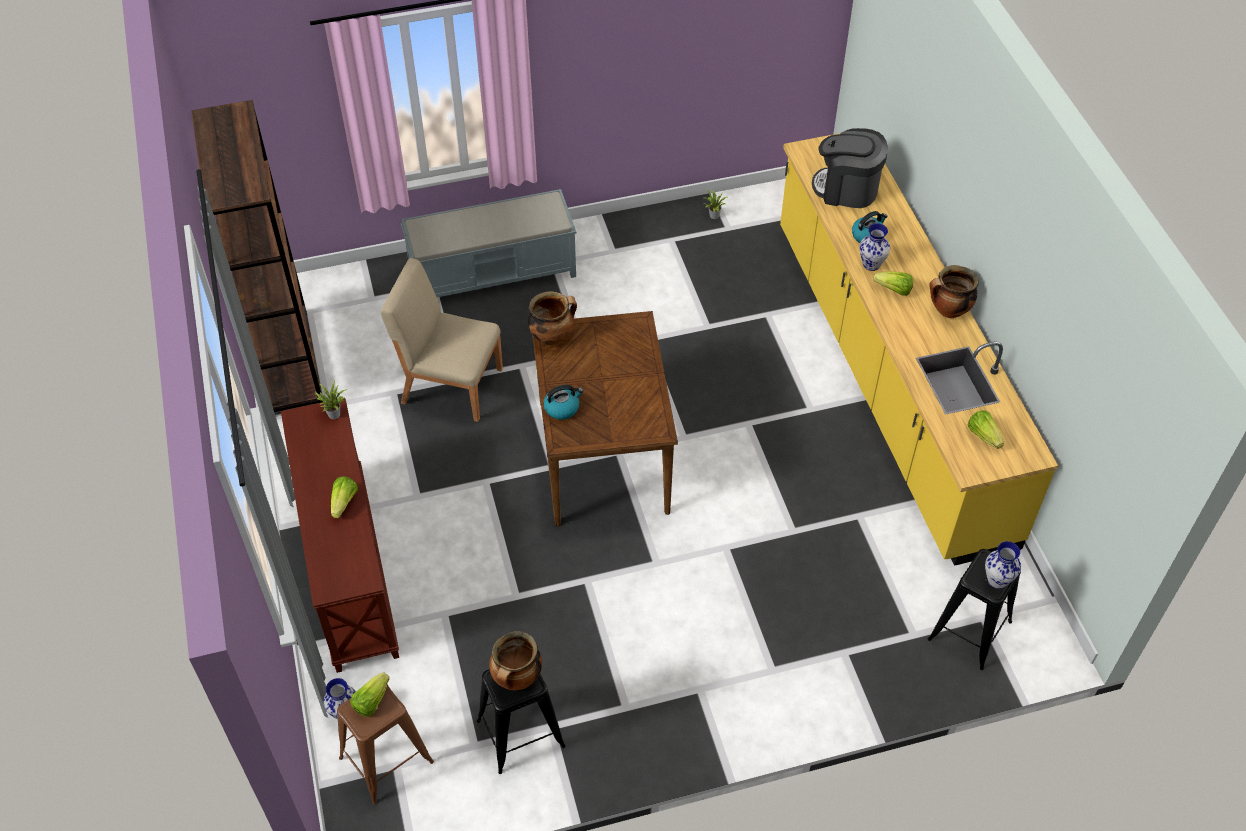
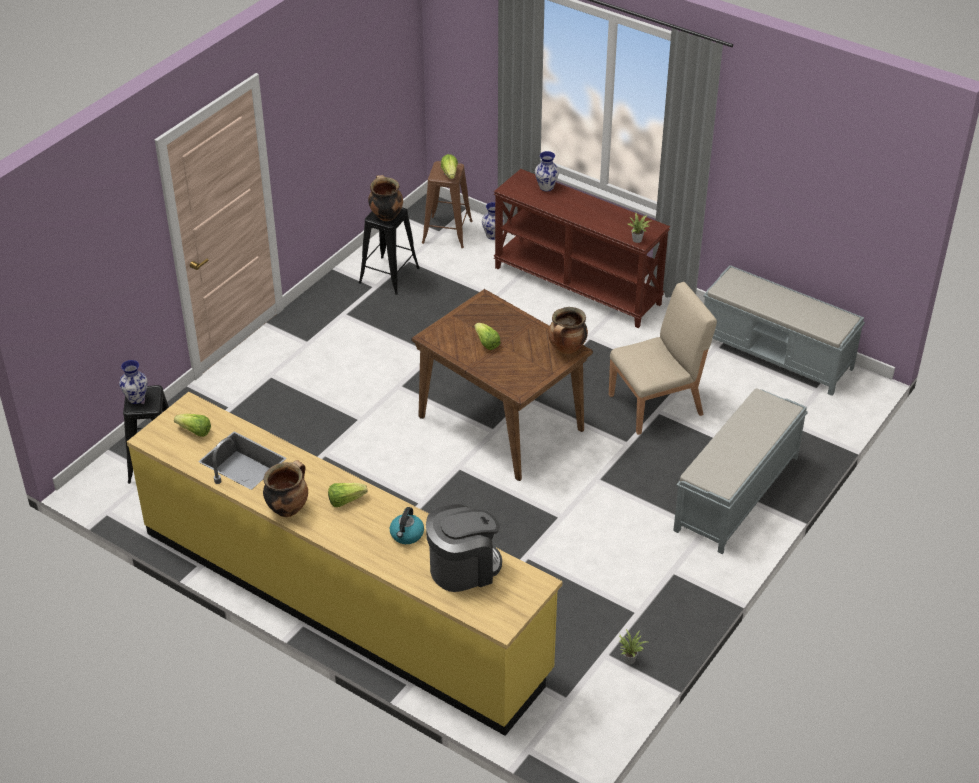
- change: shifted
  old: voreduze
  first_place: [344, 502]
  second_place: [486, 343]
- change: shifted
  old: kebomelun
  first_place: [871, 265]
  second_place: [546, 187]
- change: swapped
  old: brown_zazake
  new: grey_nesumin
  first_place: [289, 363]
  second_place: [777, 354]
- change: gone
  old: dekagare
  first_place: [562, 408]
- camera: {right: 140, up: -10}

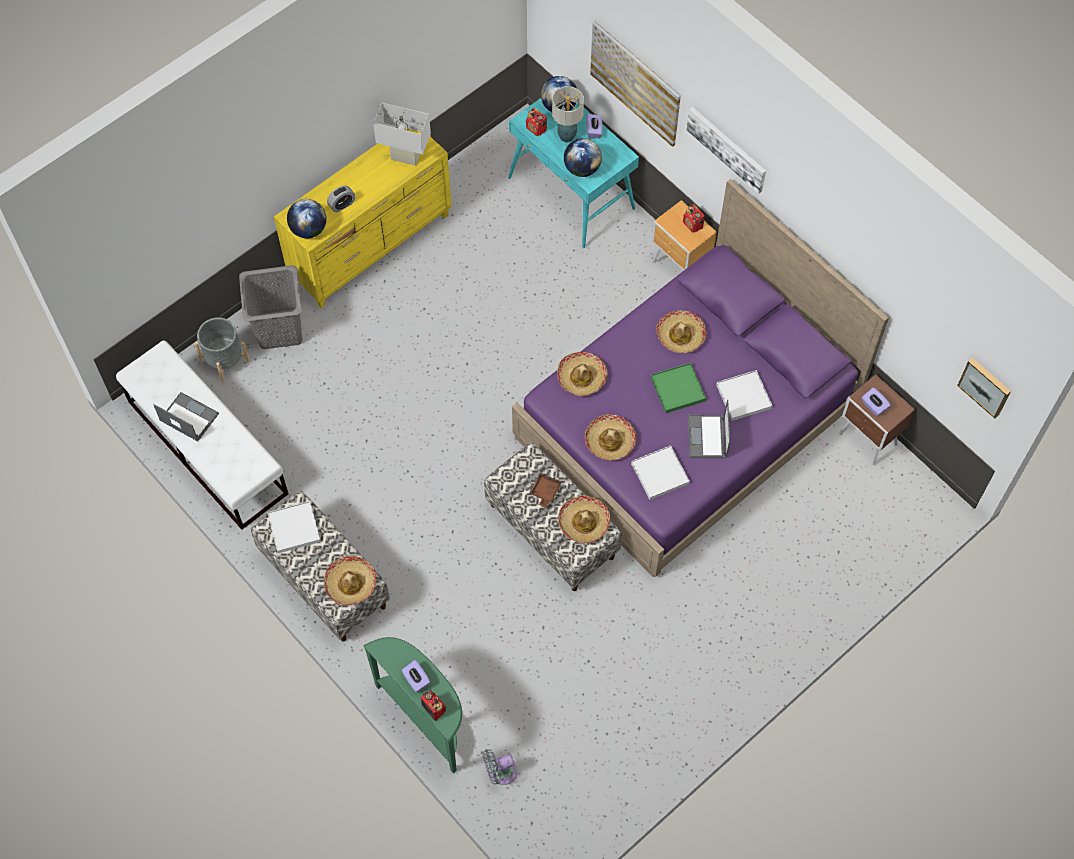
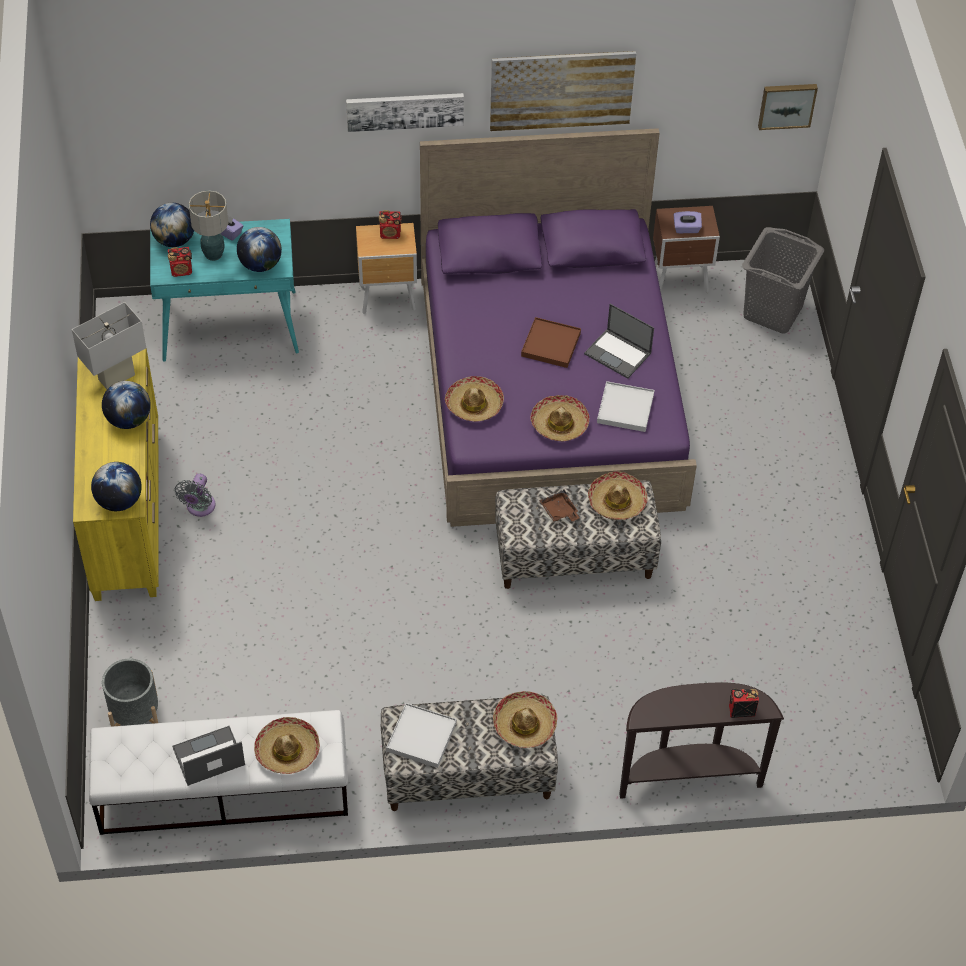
- change: new
  new: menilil
  second_place: [129, 420]
- change: shifted
  old: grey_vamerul
  first_place: [500, 772]
  second_place: [199, 507]
- change: shifted
  old: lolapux
  first_place: [680, 335]
  second_place: [287, 750]
- change: shifted
  old: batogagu
  first_place: [635, 83]
  second_place: [561, 90]
- change: repainted
  old: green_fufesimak
  new: brown_fufesimak
  first_place: [677, 389]
  second_place: [551, 345]
- change: repainted
  old: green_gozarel
  new: brown_gozarel
  first_place: [426, 718]
  second_place: [688, 776]
- change: shifted
  old: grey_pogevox
  first_place: [280, 329]
  second_place: [773, 311]
- change: gone
  old: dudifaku
  first_place: [342, 205]
- change: gone
  old: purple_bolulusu
  first_place: [416, 680]
- change: gone
  old: white_fufesimak
  first_place: [743, 396]
- camera: {right: -55, up: -10}

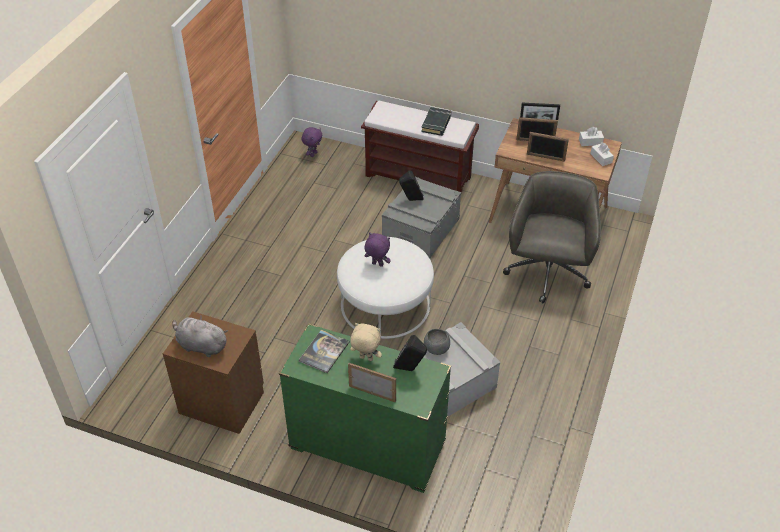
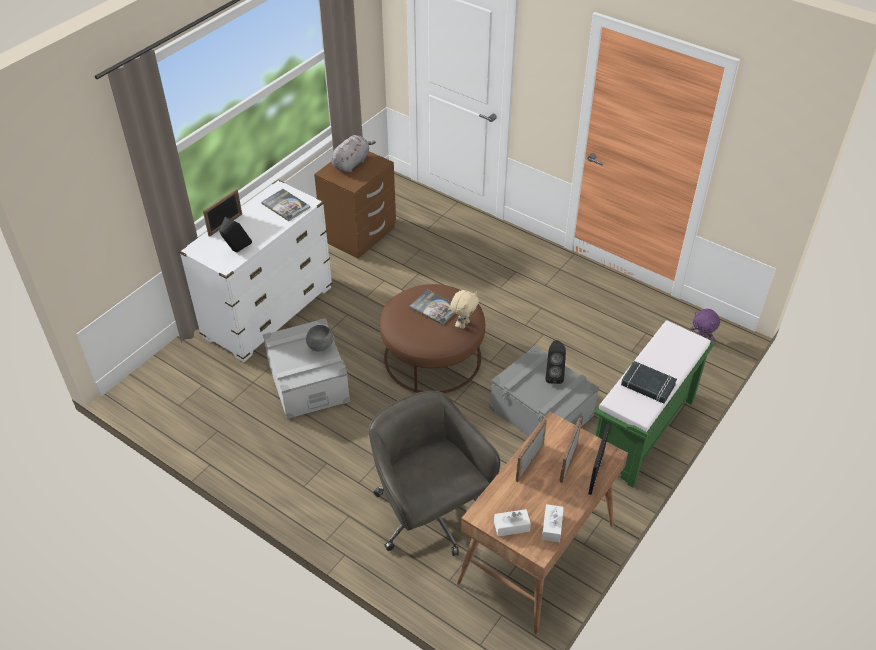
- change: repainted
  old: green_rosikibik
  new: white_rosikibik
  first_place: [367, 446]
  second_place: [268, 312]
- change: rotated
  old: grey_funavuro
  first_place: [547, 274]
  second_place: [428, 516]
  degrees: -150
- change: repainted
  old: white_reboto
  new: brown_reboto
  first_place: [385, 304]
  second_place: [432, 357]
- change: swapped
  old: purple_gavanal
  new: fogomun
  first_place: [377, 264]
  second_place: [434, 308]
- change: shifted
  old: beige_gavanal
  first_place: [365, 359]
  second_place: [463, 324]
- change: repainted
  old: brown_nesumin
  new: green_nesumin
  first_place: [419, 176]
  second_place: [642, 433]
- camera: {right: 105, up: 0}

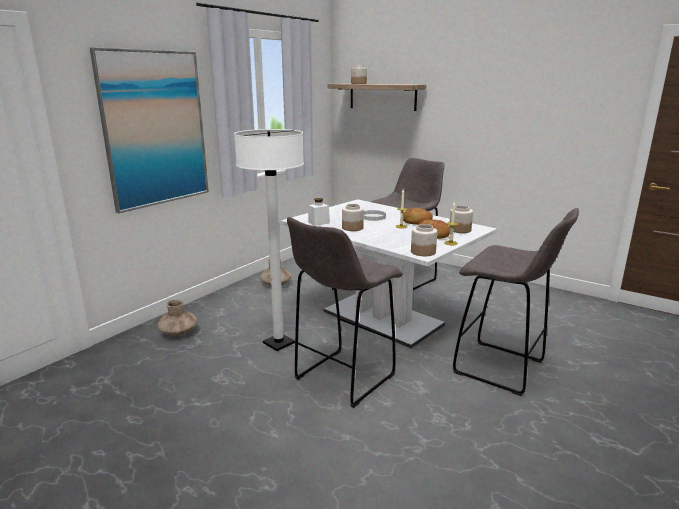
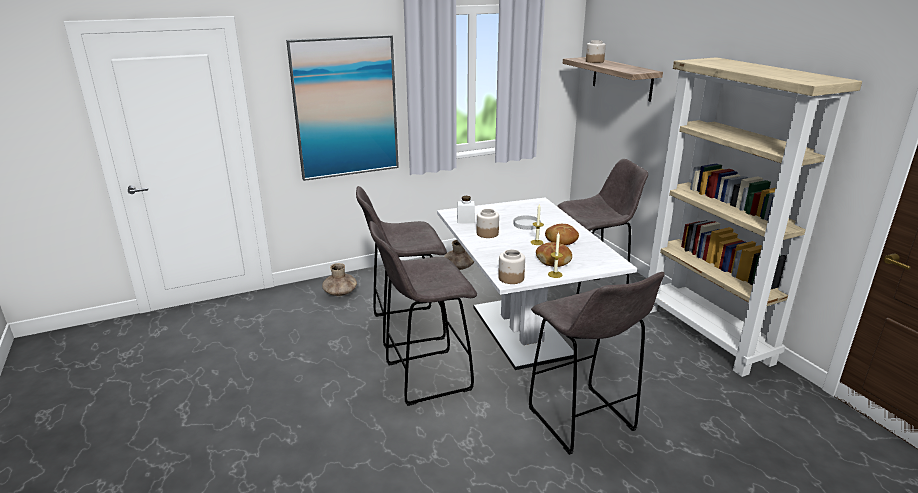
- change: swapped
  old: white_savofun
  new: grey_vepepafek
  first_place: [278, 343]
  second_place: [405, 327]
- change: new
  new: beige_zazake
  second_place: [706, 334]
- change: gone
  old: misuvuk
  first_place: [459, 230]
- camera: {right: 30, up: 5}

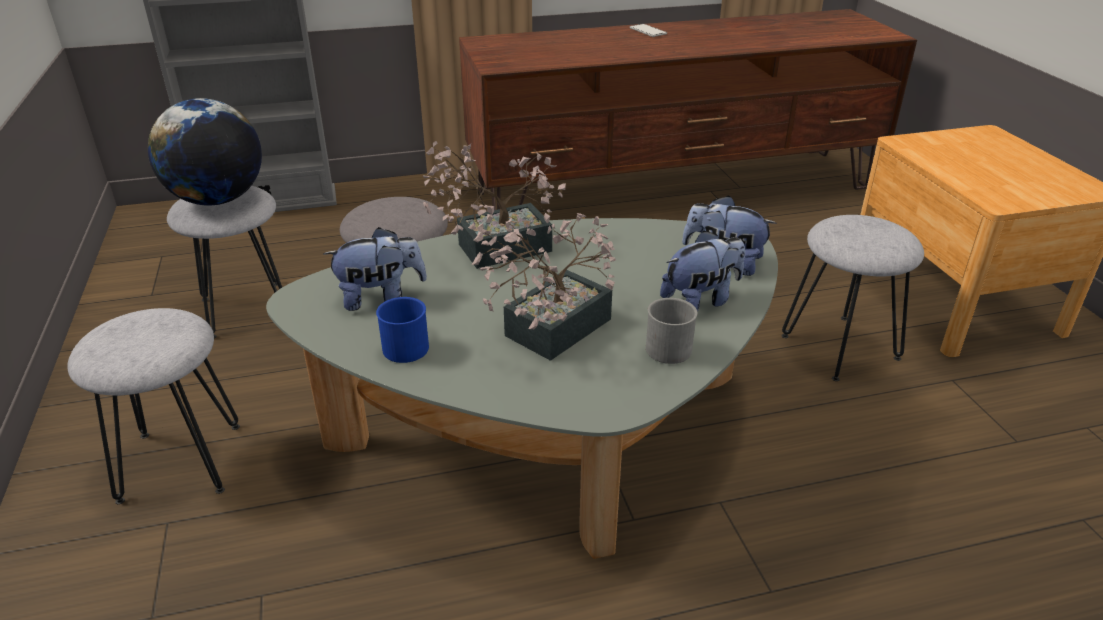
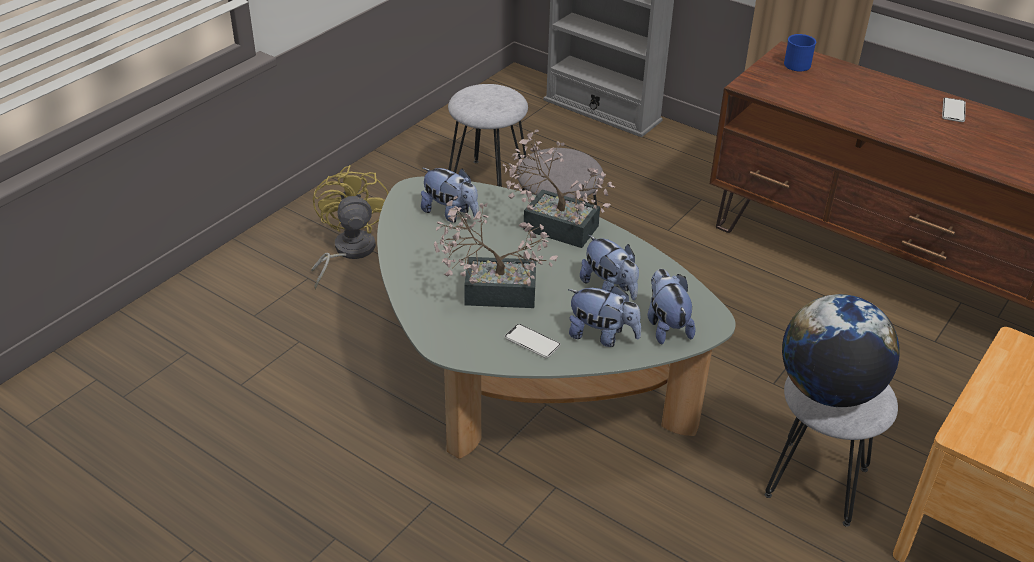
- change: swapped
  old: grey_vepepafek
  new: yellow_vamerul
  first_place: [180, 463]
  second_place: [348, 252]
- change: swapped
  old: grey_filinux
  new: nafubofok
  first_place: [665, 345]
  second_place: [532, 342]
- change: new
  new: gavanal
  second_place: [609, 289]
- change: shifted
  old: menilil
  first_place: [217, 200]
  second_place: [828, 391]
- change: shifted
  old: blue_filinux
  first_place: [405, 344]
  second_place: [799, 63]
- camera: {right: 50, up: 5}

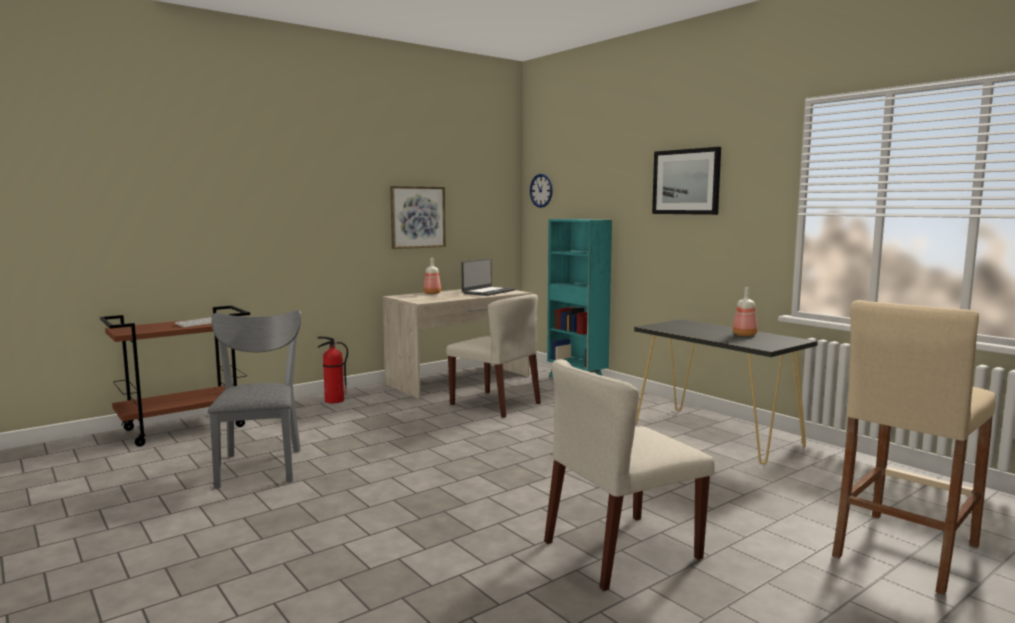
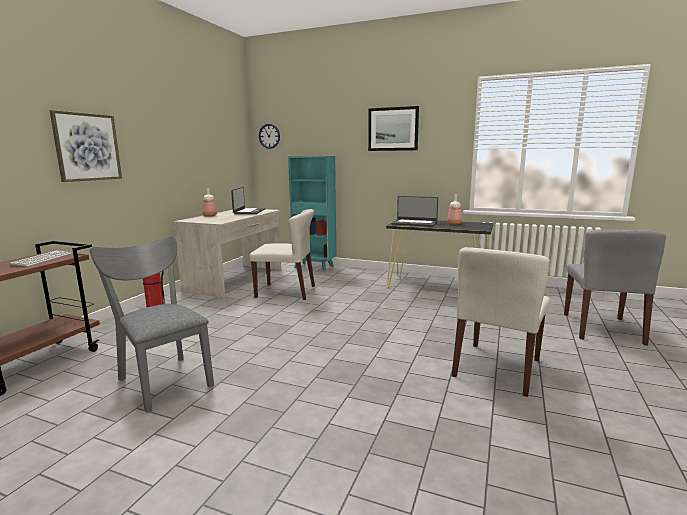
- change: shifted
  old: batogagu
  first_place: [417, 217]
  second_place: [87, 147]
- change: new
  new: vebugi
  second_place: [414, 223]
- change: swapped
  old: beige_vepepafek
  new: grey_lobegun
  first_place: [905, 550]
  second_place: [602, 328]
- camera: {right: -30, up: 5}

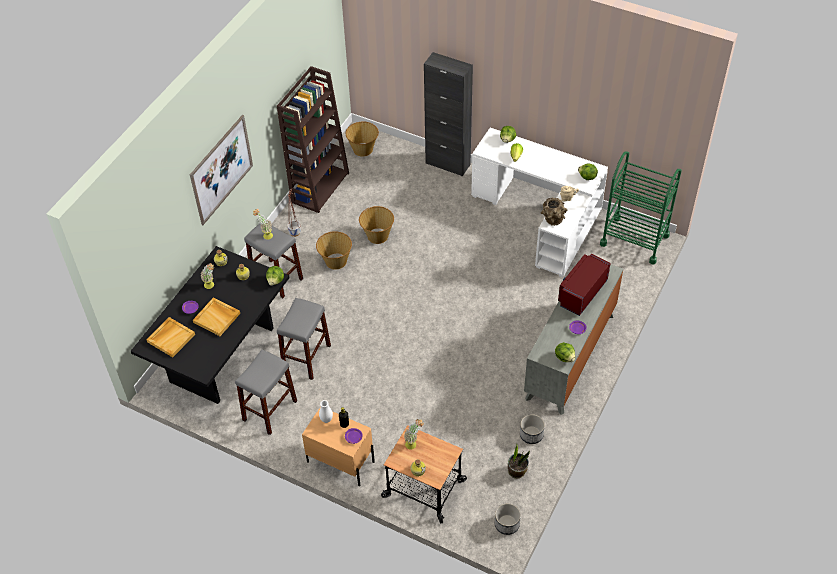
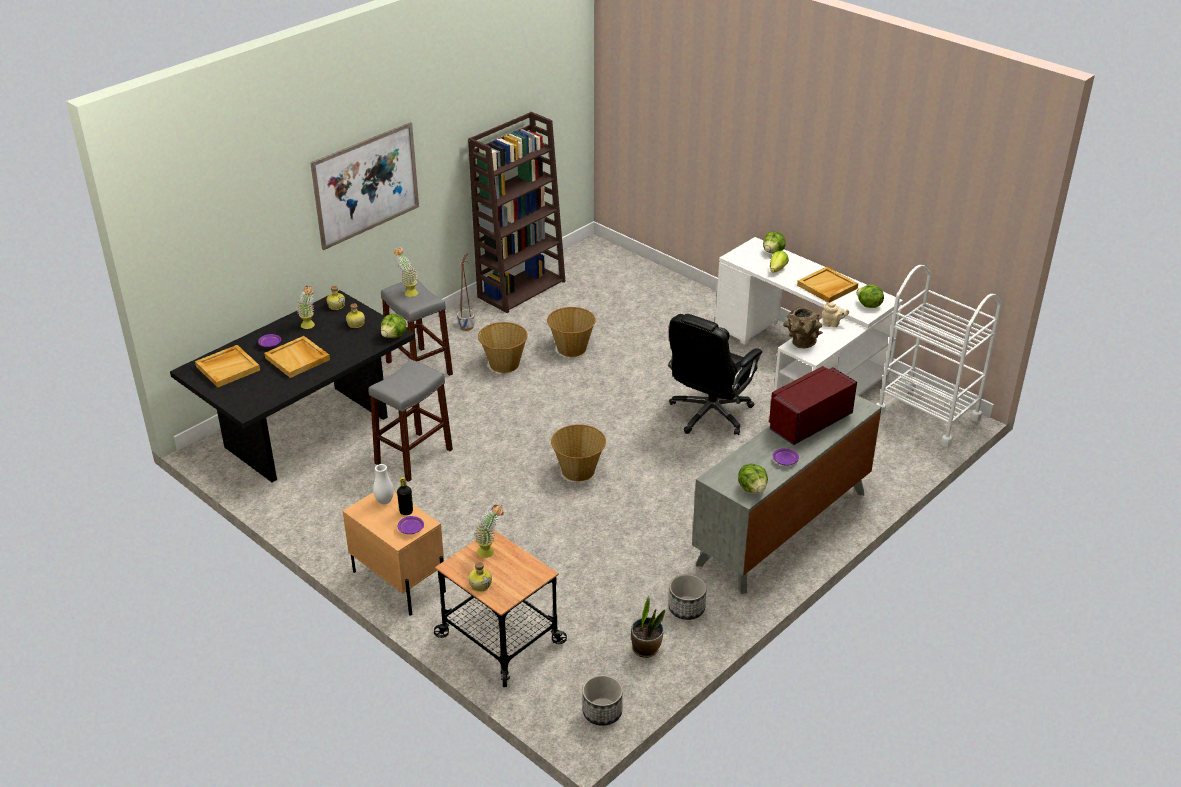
- change: shifted
  old: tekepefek
  first_place: [363, 149]
  second_place: [578, 471]
- change: new
  new: black_funavuro
  second_place: [709, 414]
- change: new
  new: beige_fufesimak
  second_place: [827, 287]
- change: repainted
  old: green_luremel
  new: white_luremel
  first_place: [634, 240]
  second_place: [927, 415]
- change: gone
  old: grey_vepepafek
  first_place: [270, 410]
- change: gone
  old: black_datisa
  first_place: [447, 164]
- camera: {right: 15, up: -15}

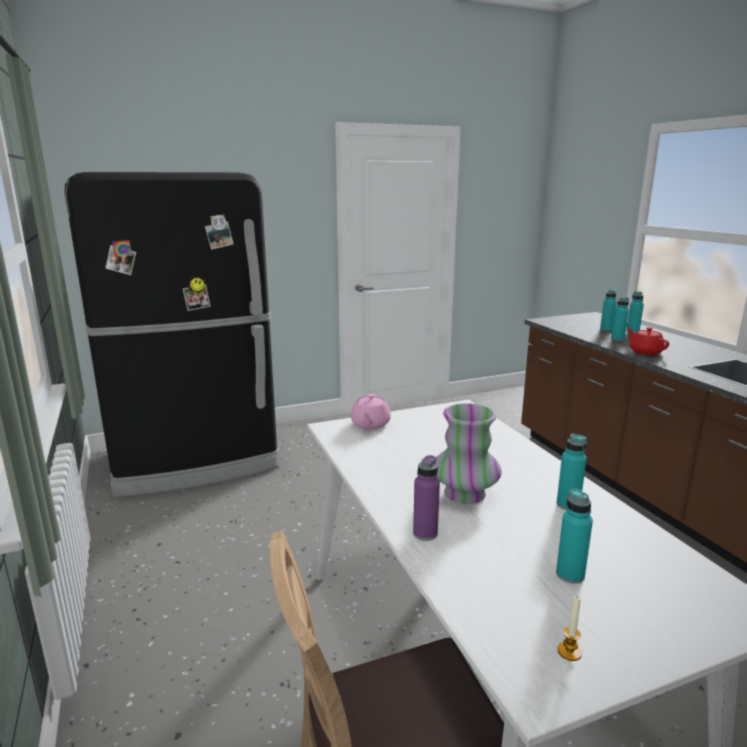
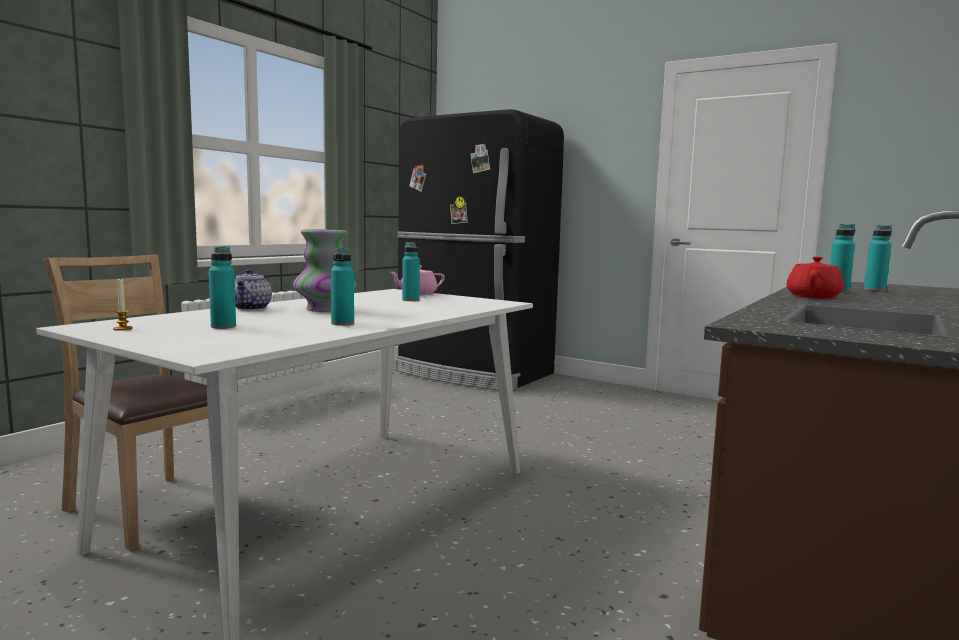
- change: swapped
  old: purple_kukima
  new: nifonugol
  first_place: [425, 533]
  second_place: [251, 308]
- change: shifted
  old: turquoise_kukima
  first_place: [632, 332]
  second_place: [410, 300]
- camera: {right: 55, up: -10}

